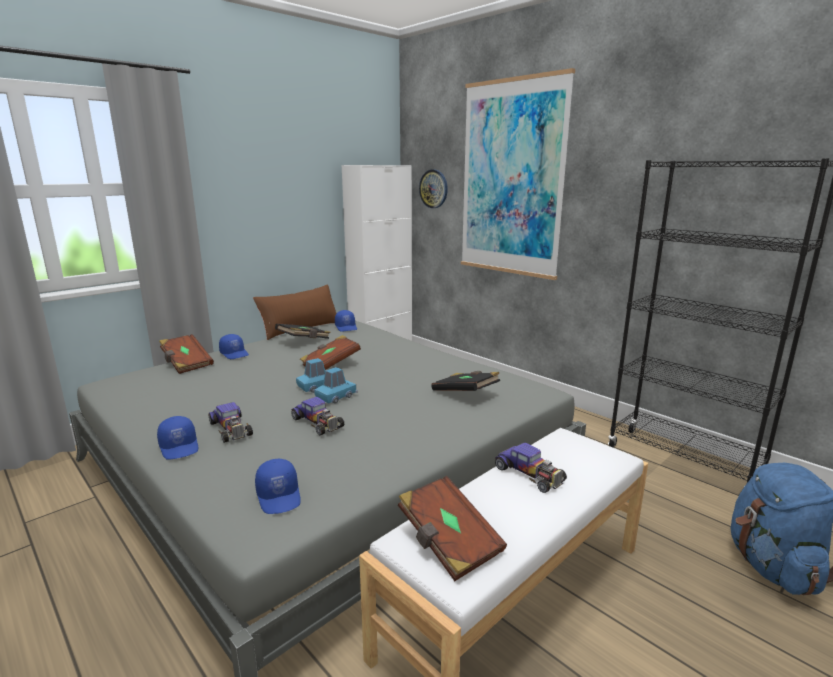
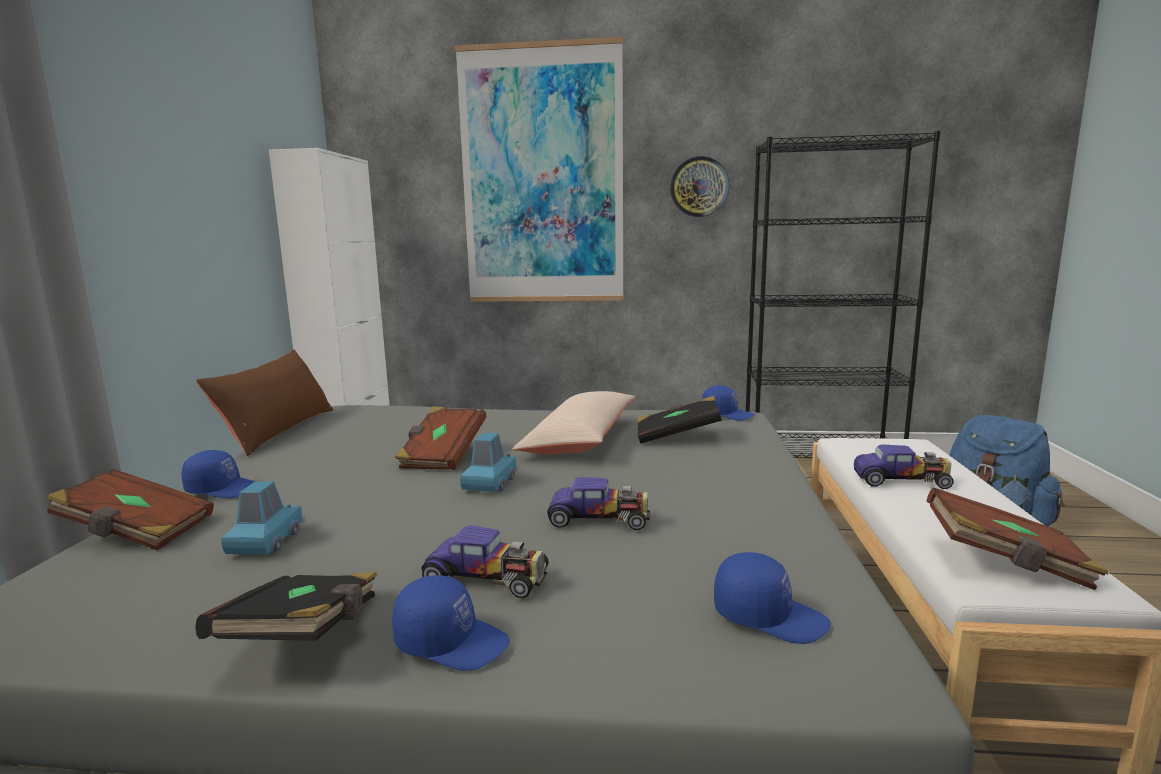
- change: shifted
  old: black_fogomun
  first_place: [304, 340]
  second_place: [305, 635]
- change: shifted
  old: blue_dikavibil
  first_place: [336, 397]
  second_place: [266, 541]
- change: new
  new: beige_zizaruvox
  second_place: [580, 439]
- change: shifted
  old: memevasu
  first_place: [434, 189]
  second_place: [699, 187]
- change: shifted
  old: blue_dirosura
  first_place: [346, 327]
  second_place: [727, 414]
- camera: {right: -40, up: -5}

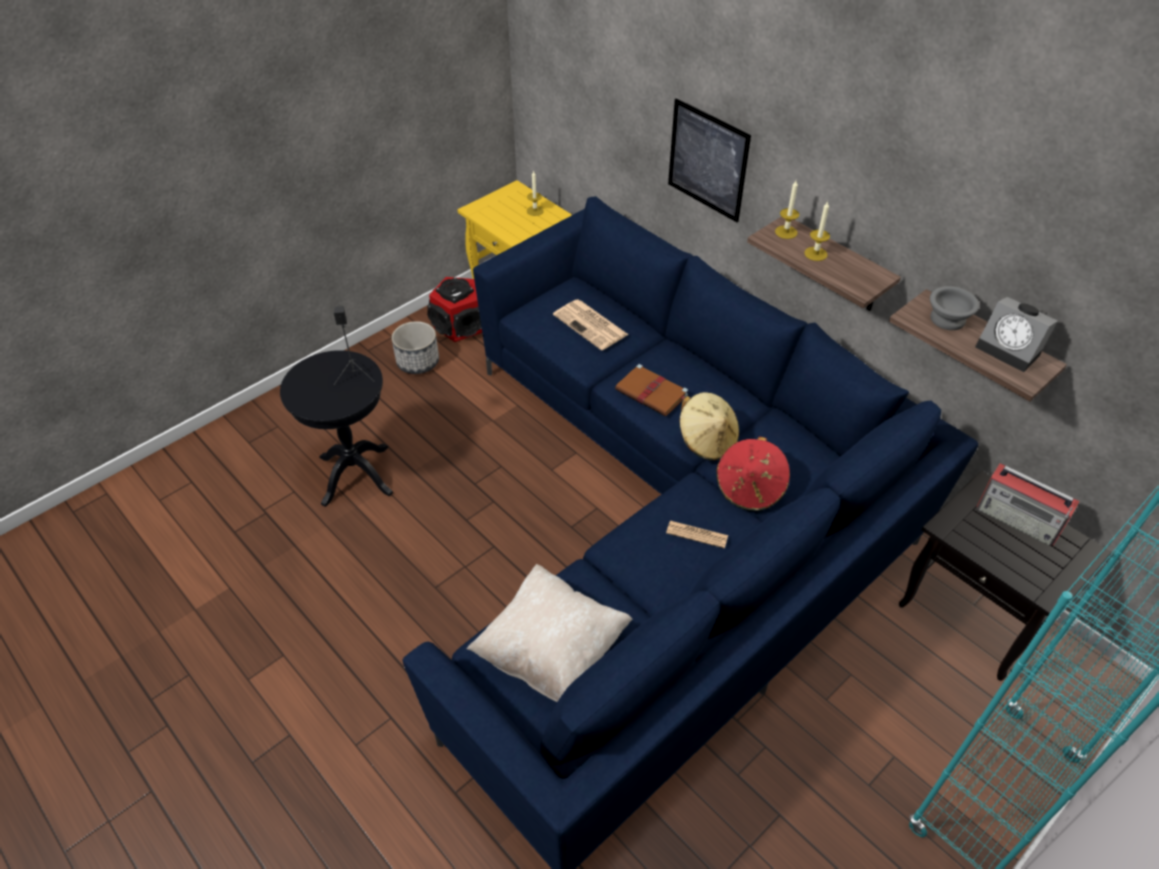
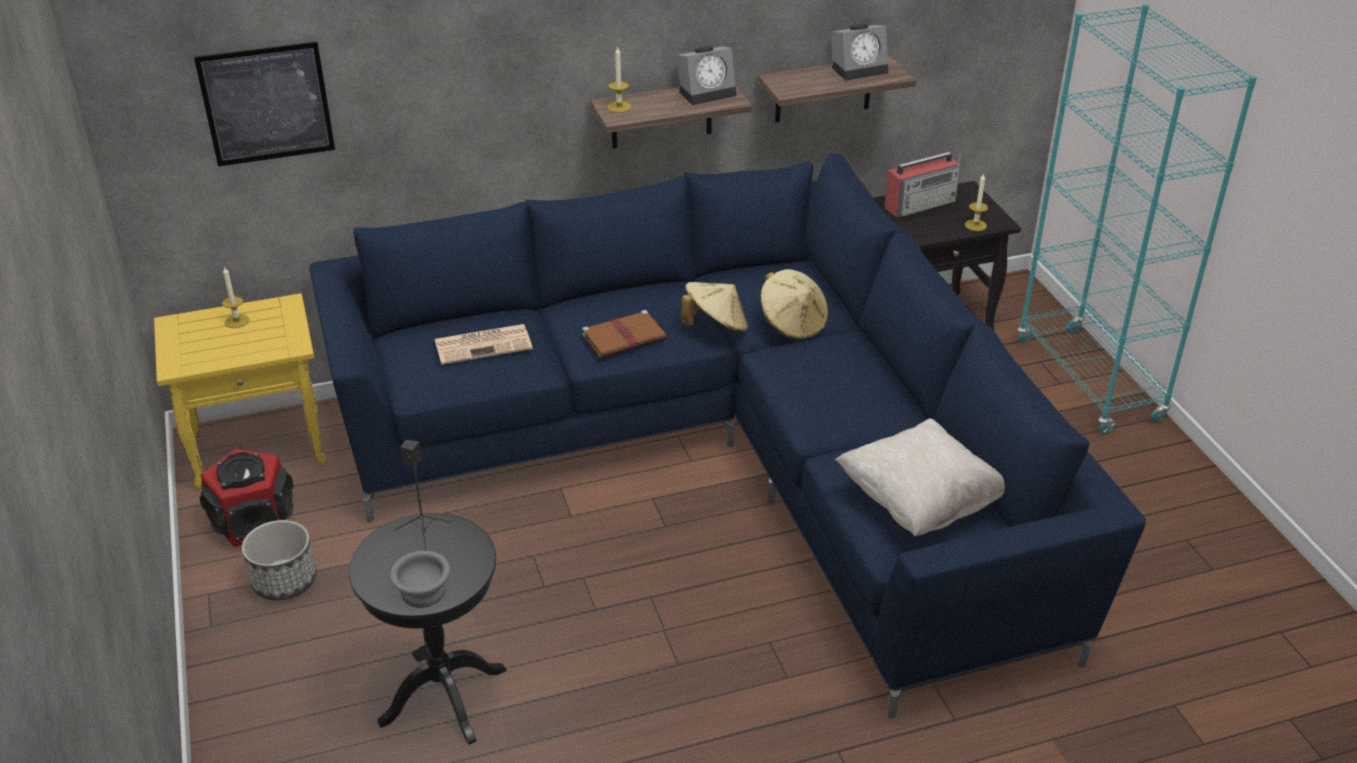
- change: shifted
  old: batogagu
  first_place: [707, 160]
  second_place: [266, 104]
- change: shifted
  old: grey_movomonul
  first_place: [948, 320]
  second_place: [425, 593]
- change: new
  new: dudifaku
  second_place: [708, 92]
- change: repainted
  old: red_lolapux
  new: beige_lolapux
  first_place: [750, 488]
  second_place: [793, 324]
- change: shifted
  old: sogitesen
  first_place: [815, 254]
  second_place: [975, 225]
- change: gone
  old: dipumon
  first_place: [697, 534]
- camera: {right: -65, up: -10}

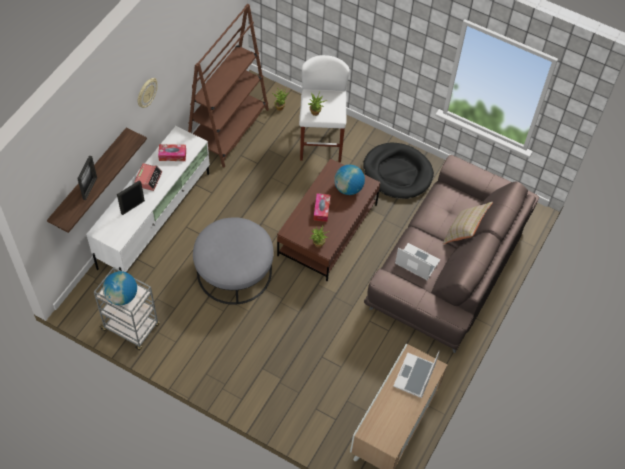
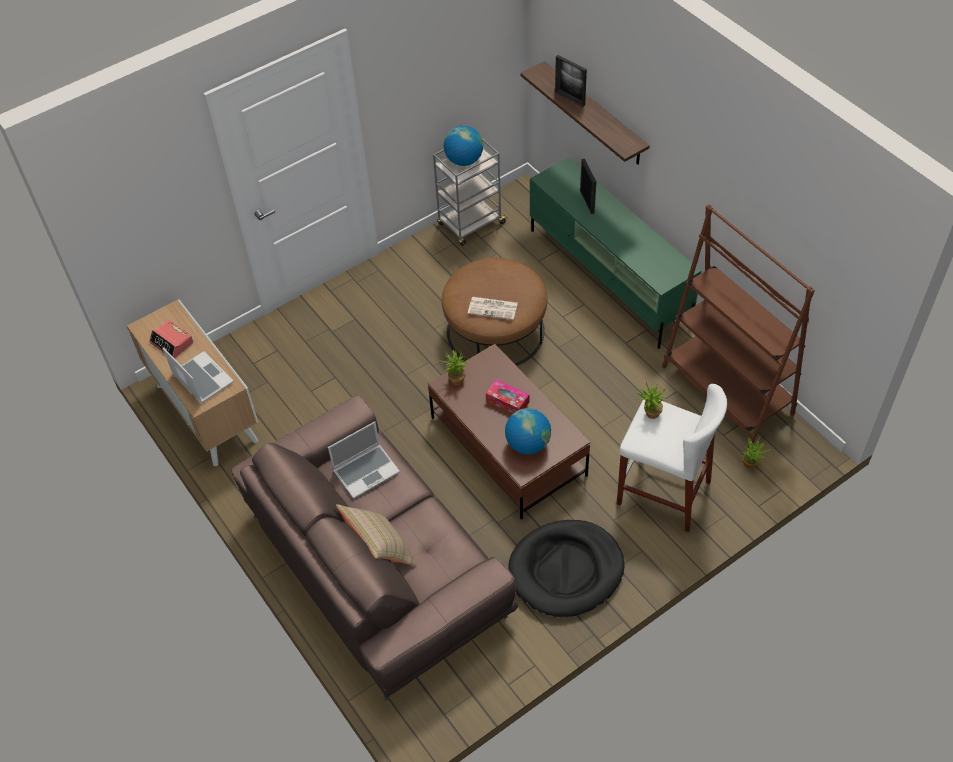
- change: shifted
  old: dudifaku
  first_place: [148, 179]
  second_place: [172, 343]
- change: repainted
  old: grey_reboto
  new: brown_reboto
  first_place: [234, 271]
  second_place: [495, 331]
- change: new
  new: dipumon
  second_place: [493, 308]
- change: repainted
  old: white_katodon
  new: green_katodon
  first_place: [155, 219]
  second_place: [608, 278]
- change: gone
  old: memevasu
  first_place: [146, 93]
- change: gone
  old: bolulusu
  first_place: [172, 155]
- camera: {right: 120, up: -5}

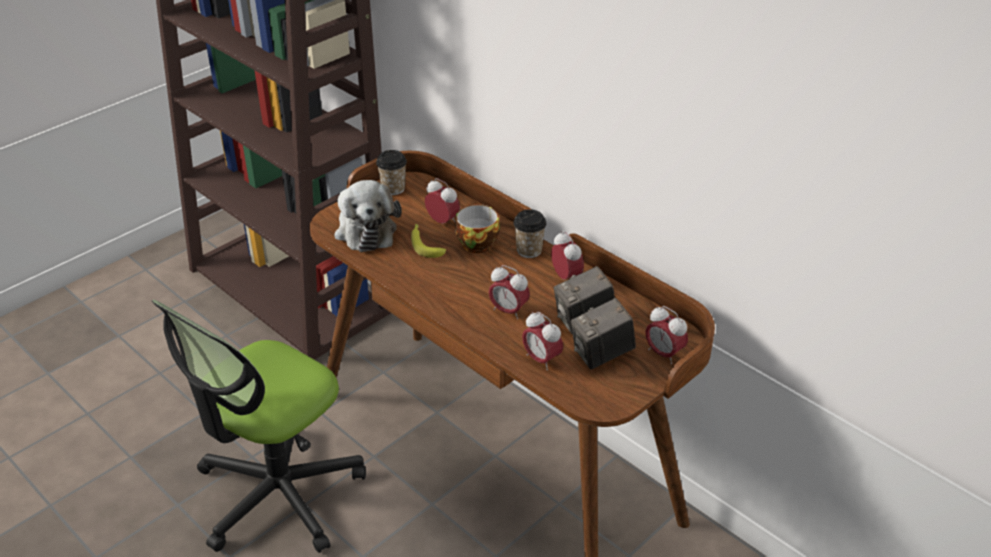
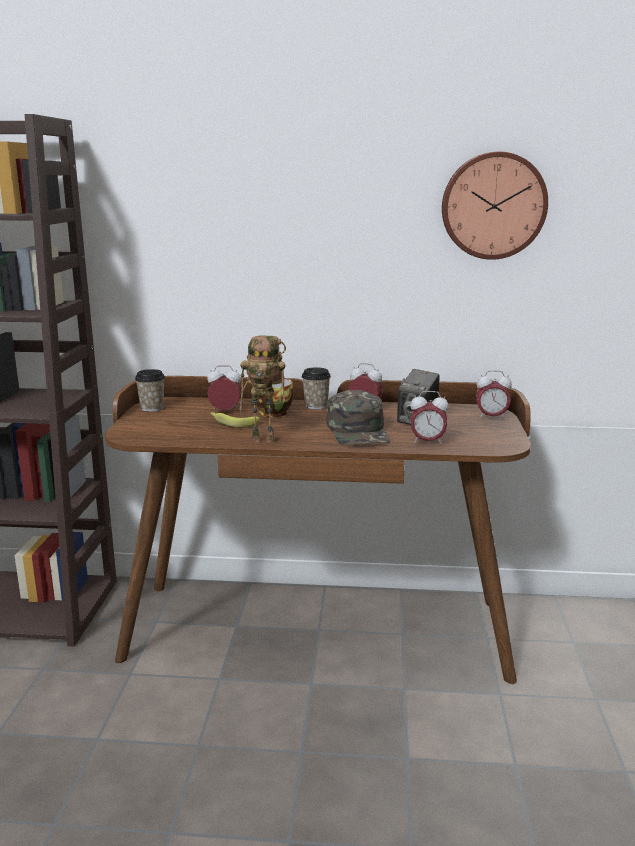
- change: new
  new: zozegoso
  second_place: [265, 440]
- change: swapped
  old: dudifaku
  new: green_dirosura
  first_place: [508, 311]
  second_place: [359, 431]
- change: new
  new: memevasu
  second_place: [493, 206]
- change: gone
  old: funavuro
  first_place: [278, 494]
- change: gone
  old: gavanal
  first_place: [365, 229]
- change: gone
  old: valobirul
  first_place: [601, 355]
- camera: {right: -40, up: -20}

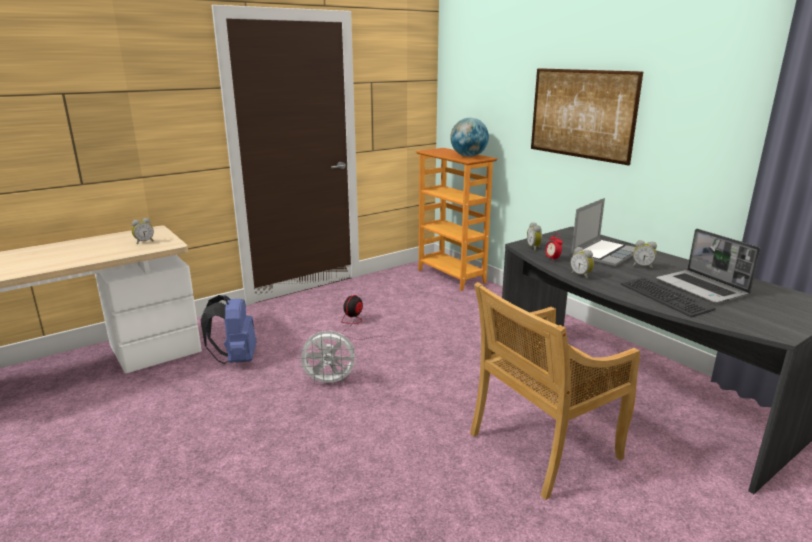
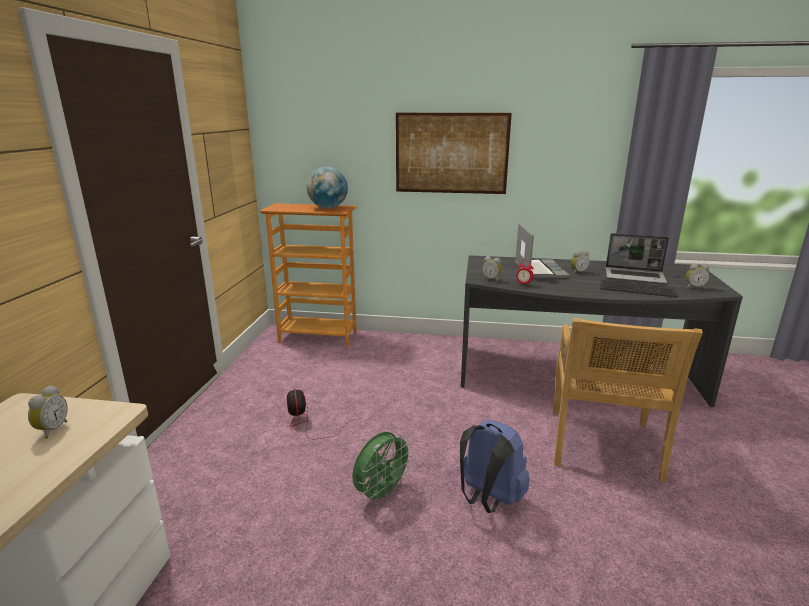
- change: repainted
  old: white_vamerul
  new: green_vamerul
  first_place: [330, 382]
  second_place: [381, 493]
- change: shifted
  old: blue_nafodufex
  first_place: [236, 359]
  second_place: [488, 499]
- change: shifted
  old: dudifaku
  first_place: [581, 275]
  second_place: [694, 287]
- camera: {right: -45, up: 0}

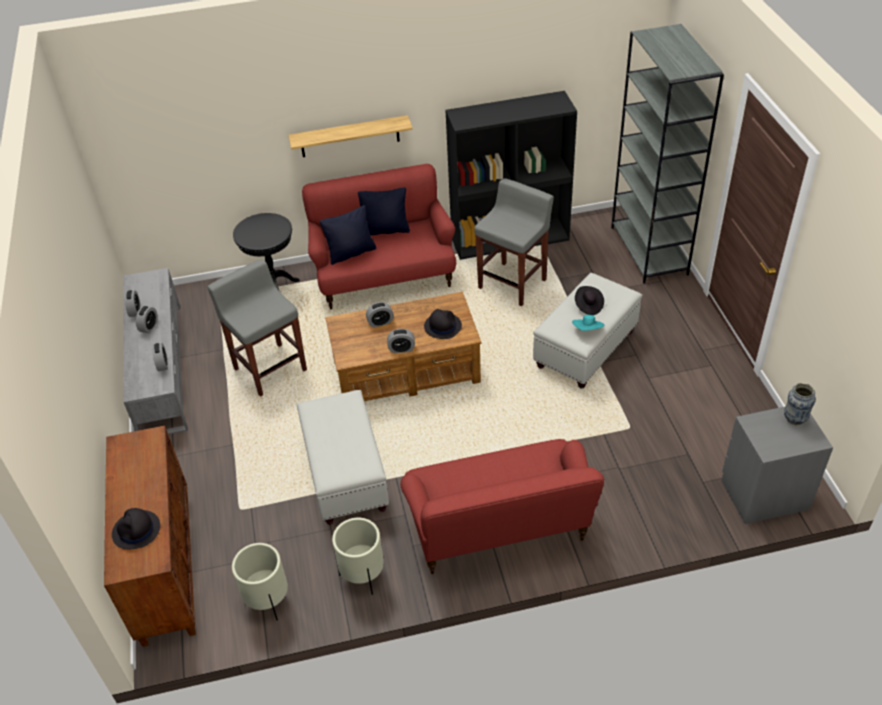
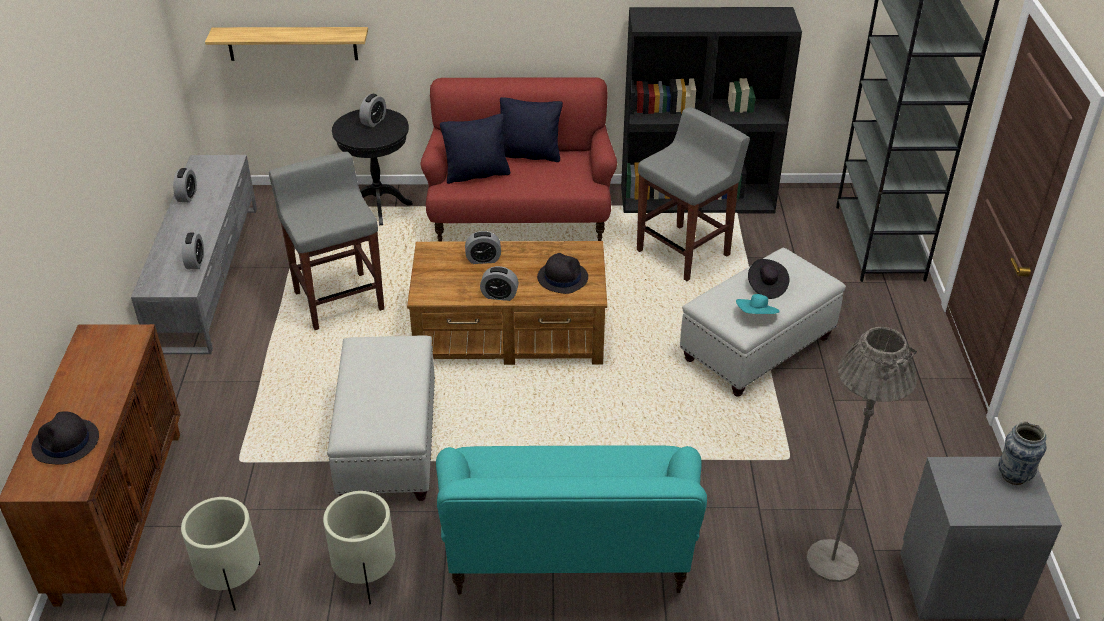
- change: shifted
  old: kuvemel
  first_place: [350, 136]
  second_place: [292, 43]
- change: shifted
  old: dudifaku
  first_place: [149, 327]
  second_place: [374, 121]
- change: repainted
  old: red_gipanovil
  new: turquoise_gipanovil
  first_place: [499, 528]
  second_place: [568, 554]
- change: new
  new: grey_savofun
  second_place: [832, 561]
- camera: {right: 10, up: -5}

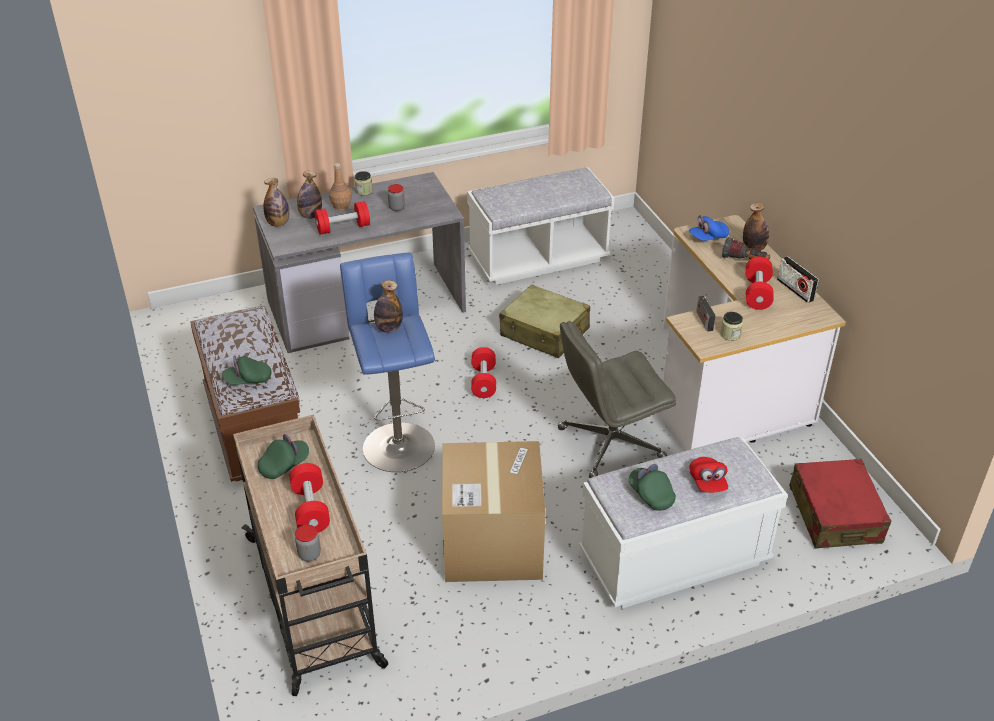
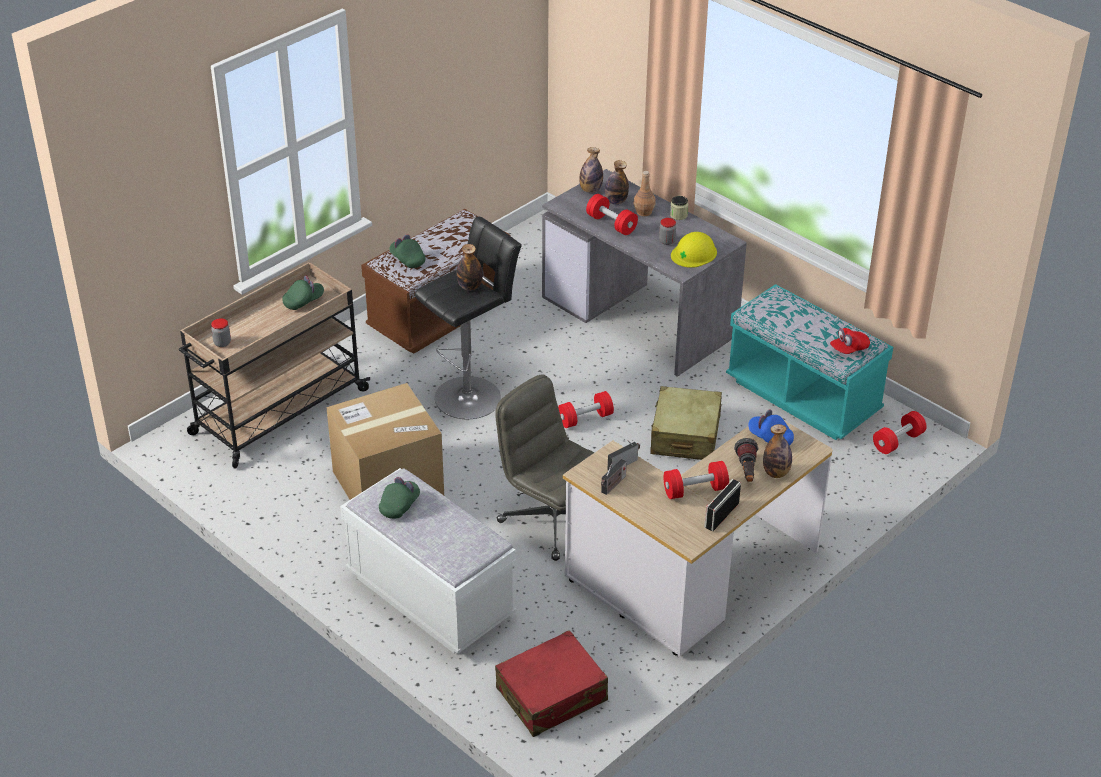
- change: rotated
  old: green_dirosura
  first_place: [284, 465]
  second_place: [303, 301]
  degrees: -60
- change: repainted
  old: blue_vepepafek
  new: black_vepepafek
  first_place: [397, 443]
  second_place: [471, 395]
- change: swapped
  old: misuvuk
  new: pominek
  first_place: [730, 334]
  second_place: [613, 485]
- change: new
  new: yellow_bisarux
  second_place: [694, 253]
- change: repainted
  old: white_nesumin
  new: turquoise_nesumin
  first_place: [538, 259]
  second_place: [803, 397]
- change: shifted
  old: red_dirosura
  first_place: [707, 482]
  second_place: [849, 349]
- change: shifted
  old: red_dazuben
  first_place: [311, 509]
  second_place: [898, 441]
- camera: {right: 65, up: 0}

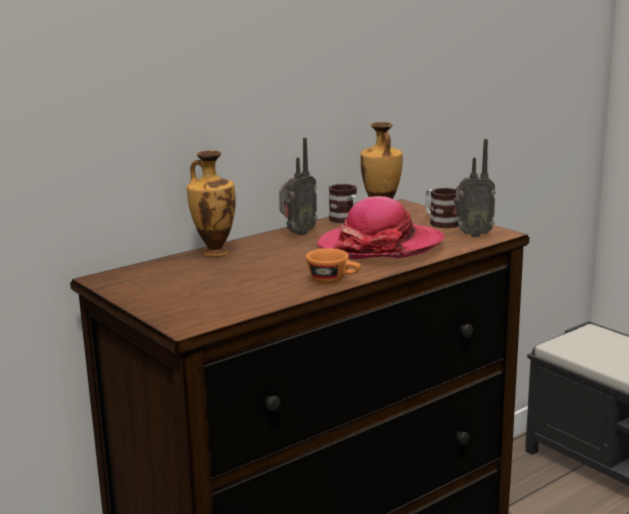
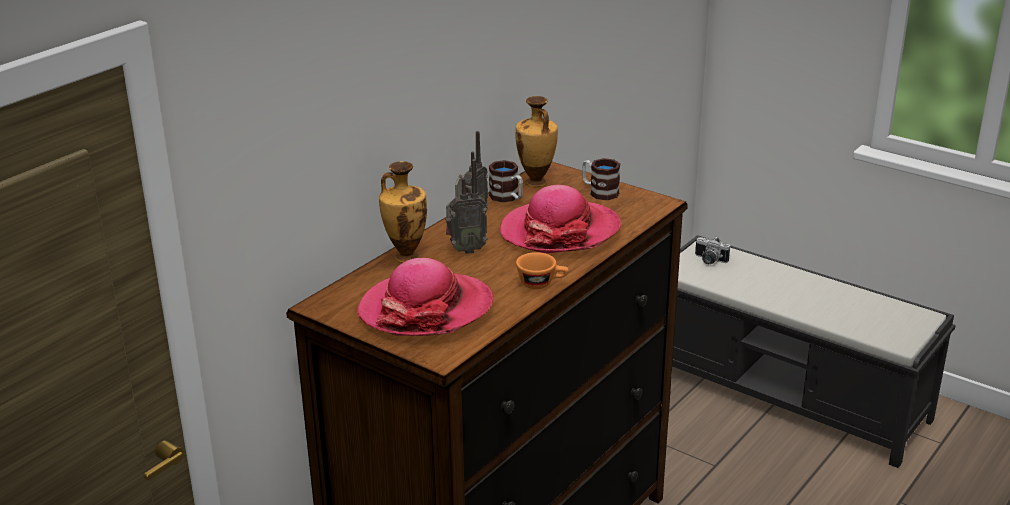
- change: new
  new: lolapux
  second_place: [426, 309]
- change: shifted
  old: pominek
  first_place: [472, 235]
  second_place: [465, 250]
- change: new
  new: valobirul
  second_place: [709, 260]
- camera: {right: -15, up: 10}

